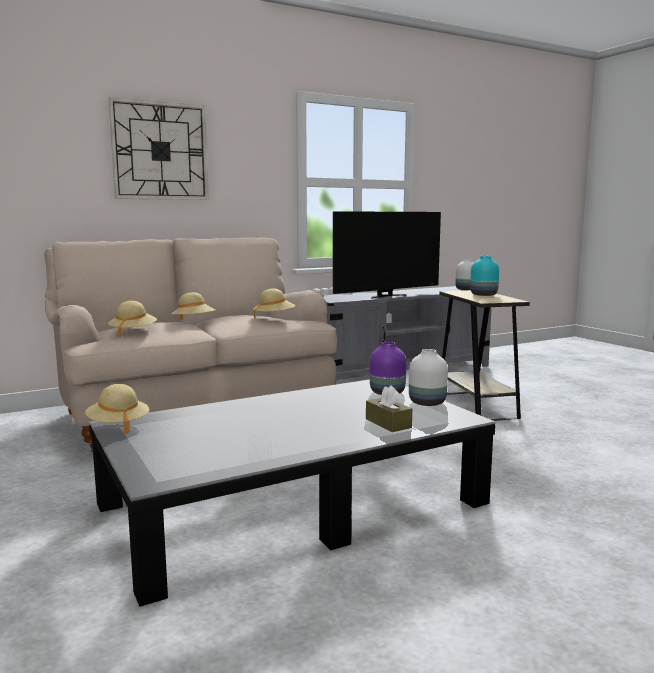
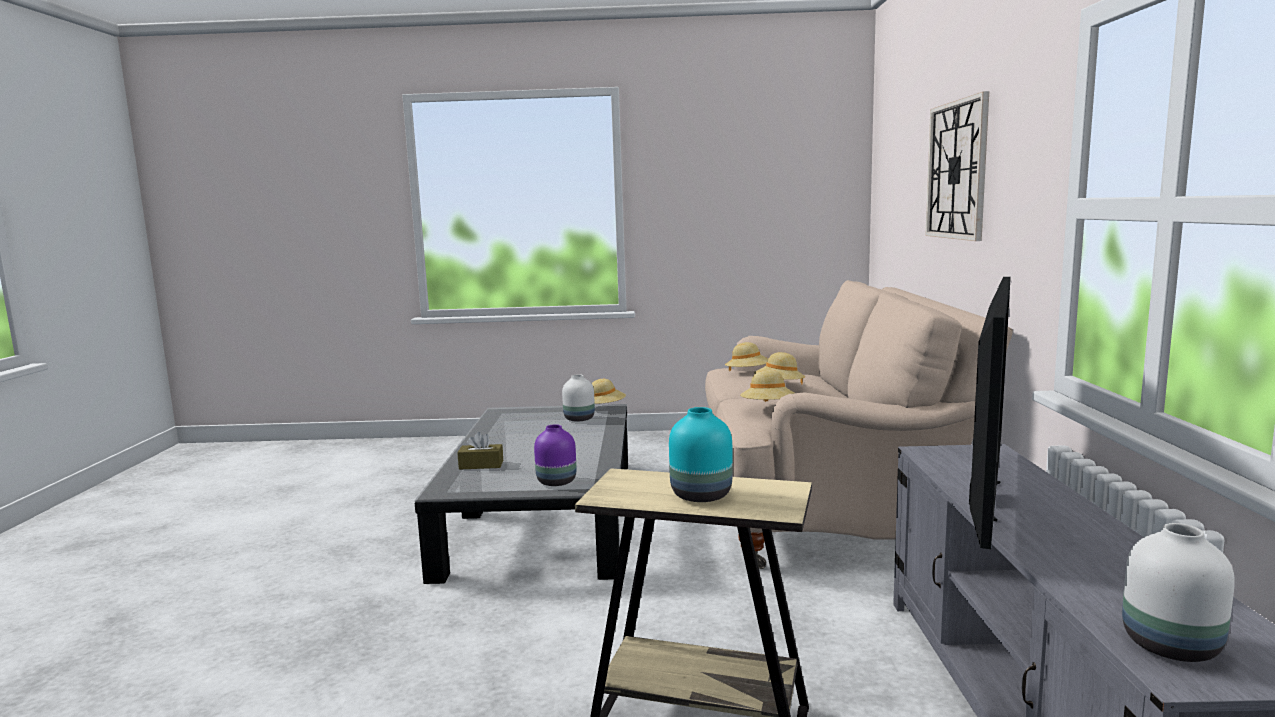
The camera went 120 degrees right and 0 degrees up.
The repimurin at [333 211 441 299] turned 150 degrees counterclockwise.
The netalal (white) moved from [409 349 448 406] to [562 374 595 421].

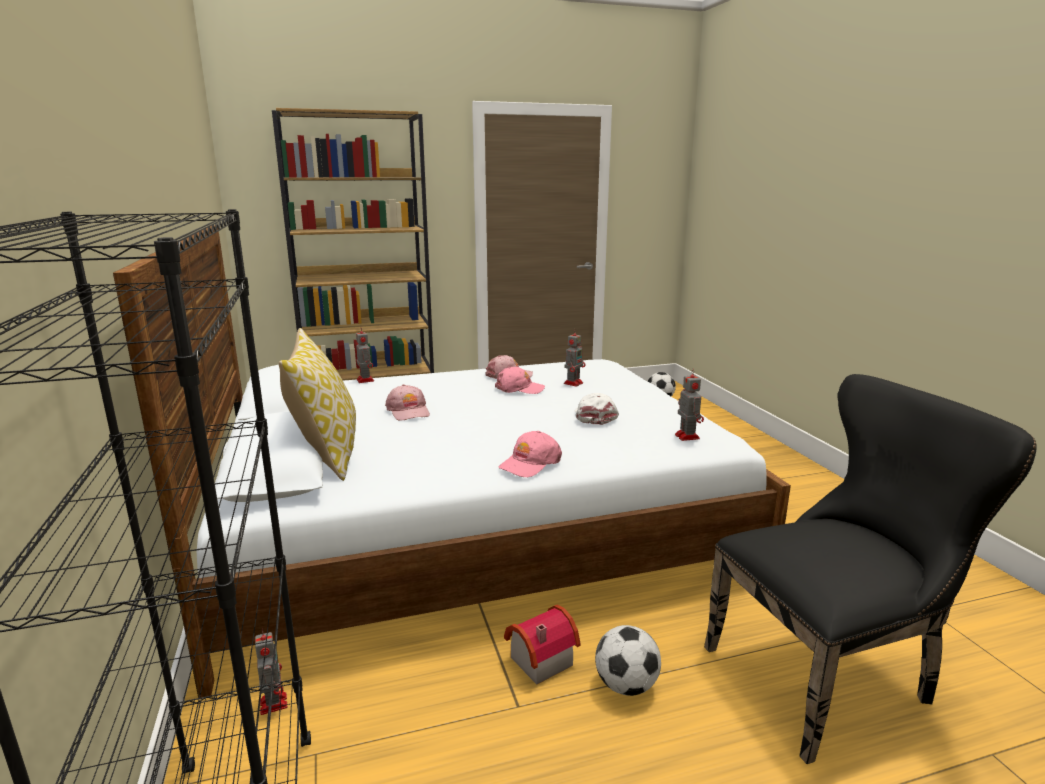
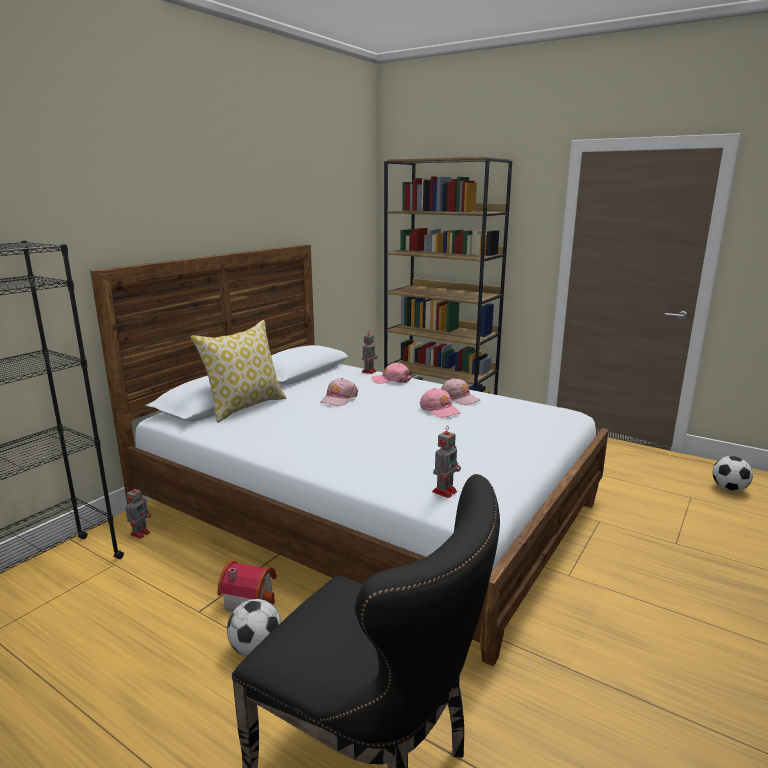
The camera went 50 degrees right and 0 degrees up.
The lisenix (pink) moved from [498 431 562 477] to [372 363 411 384].
The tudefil at [564 329 586 387] disappeared.
The lisenix (white) at [575 393 619 425] disappeared.

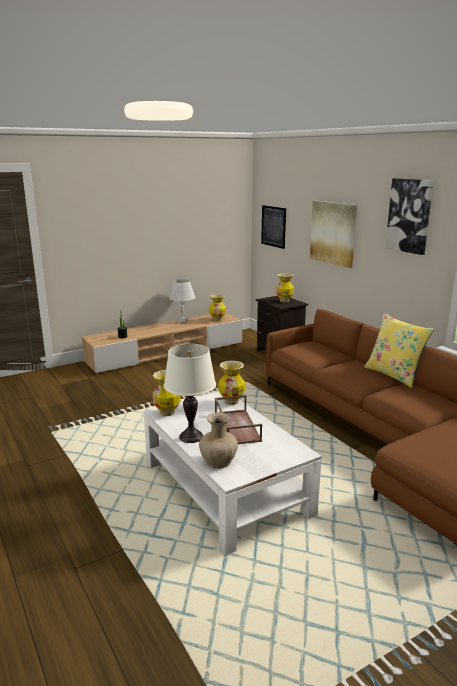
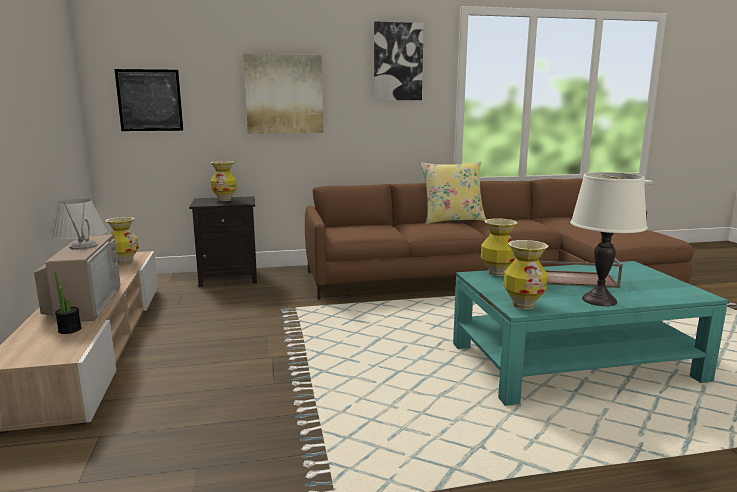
The camera went 70 degrees left and 5 degrees down.
The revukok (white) at [144 391 322 555] became the revukok (turquoise) at [453 261 728 406].
The netalal (beige) at [199 412 238 469] disappeared.
The repimurin at [34 191 121 322] appeared.

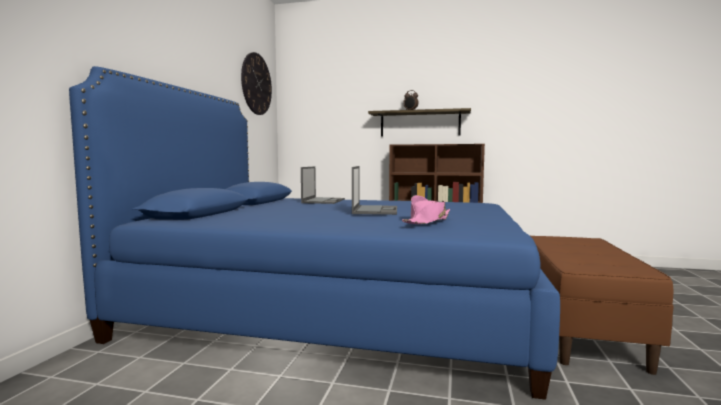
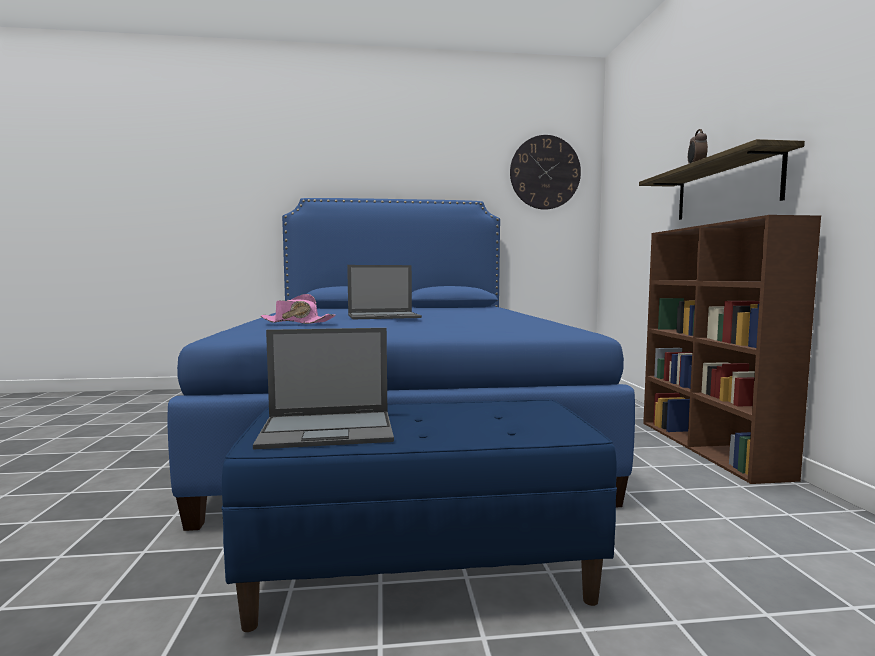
The camera went 70 degrees right and 0 degrees up.
The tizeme moved from [301 166 345 204] to [253 328 394 449].
The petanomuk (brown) at [529 235 674 375] became the petanomuk (blue) at [221 400 617 632].

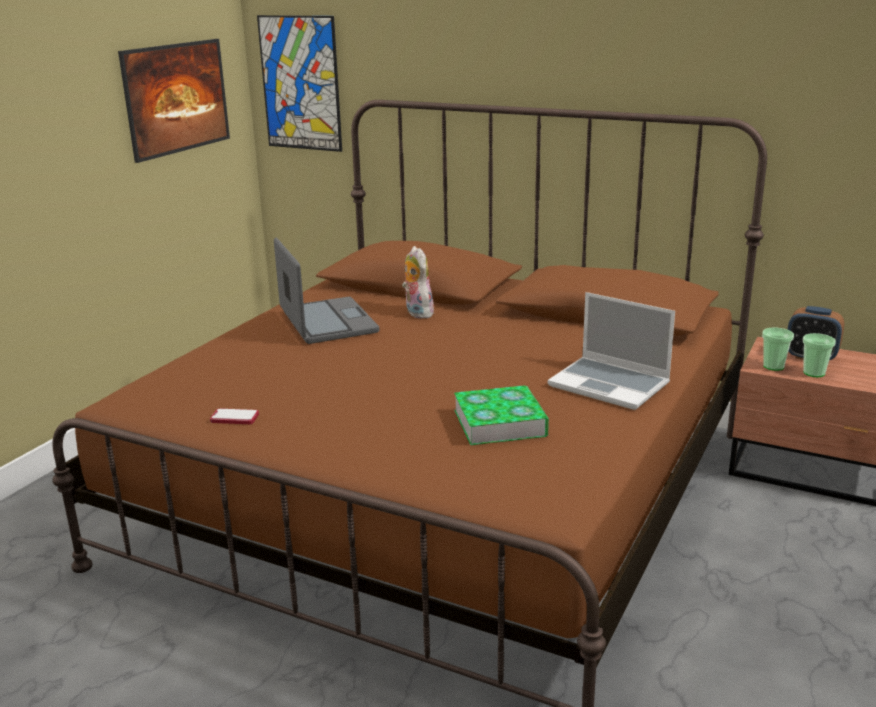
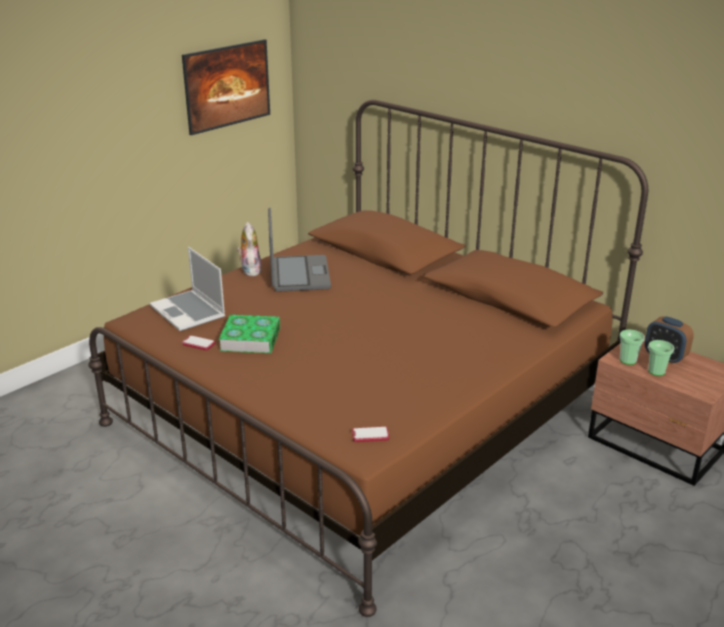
The camera went 15 degrees right and 5 degrees up.
The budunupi at [257 15 342 152] disappeared.
The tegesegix moved from [402 246 434 319] to [237 222 262 276].
The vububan moved from [454 385 549 445] to [219 315 280 353].
The tizeme moved from [548 292 675 410] to [150 247 225 331].
The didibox at [352 426 389 442] appeared.

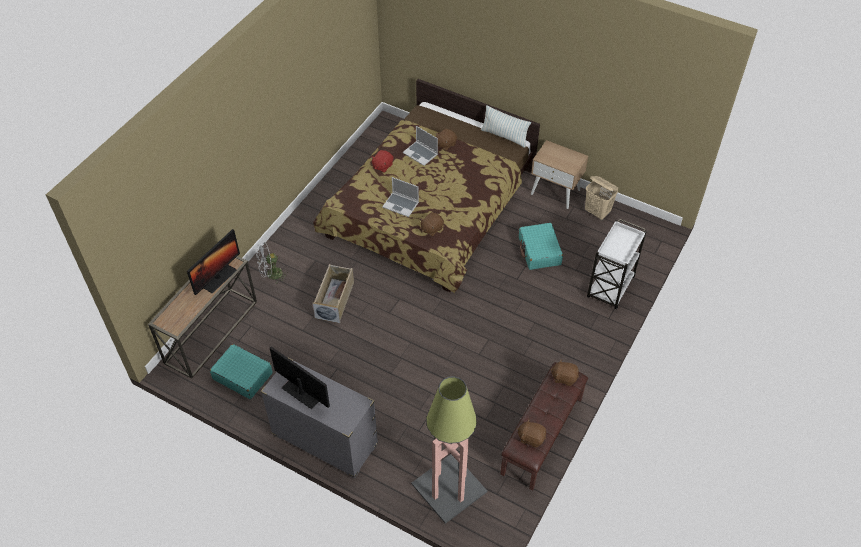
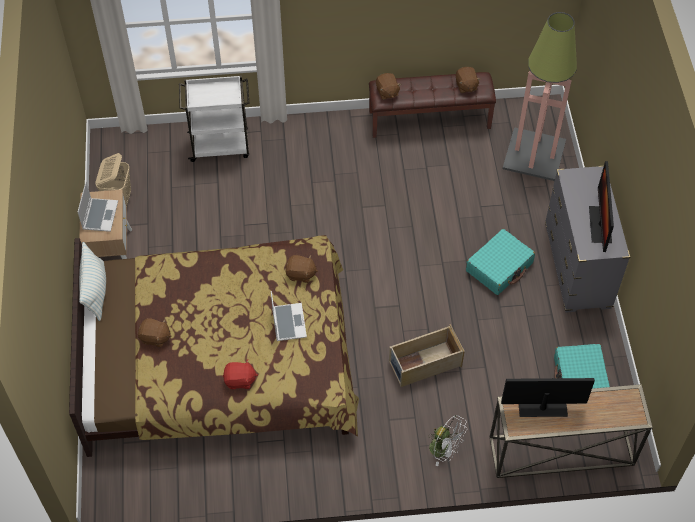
The camera went 125 degrees left and 5 degrees up.
The tizeme moved from [403 126 438 166] to [78 182 118 232].
The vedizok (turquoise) moved from [519 223 563 270] to [466 229 535 295].

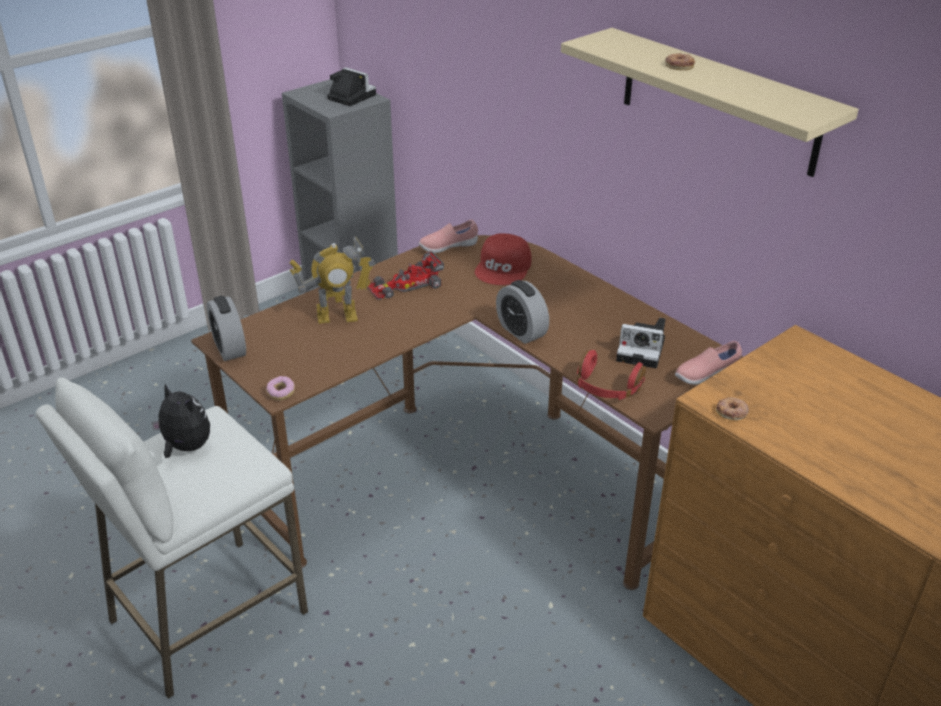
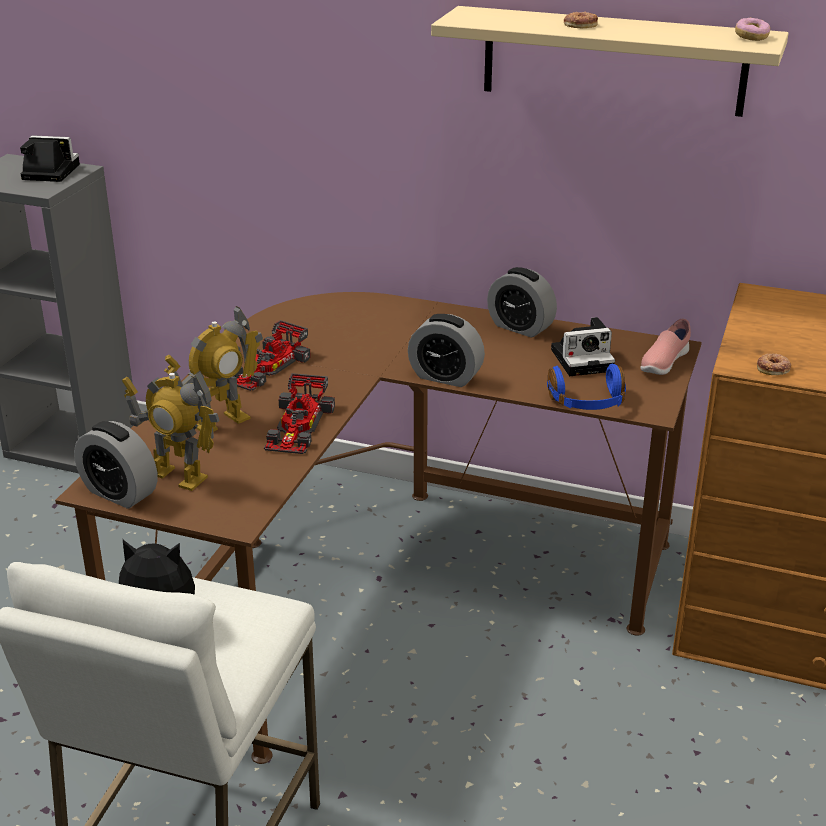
The camera went 30 degrees left and 5 degrees down.
The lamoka moved from [266 376 295 400] to [735 18 770 41].
The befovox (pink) at [418 219 478 253] disappeared.
The lisenix (red) at [475 233 532 285] disappeared.
The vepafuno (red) at [576 350 646 400] became the vepafuno (blue) at [547 364 626 410].
The tudefil at [122 372 220 491] appeared.
The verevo at [264 373 335 454] appeared.
The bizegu at [487 267 557 338] appeared.

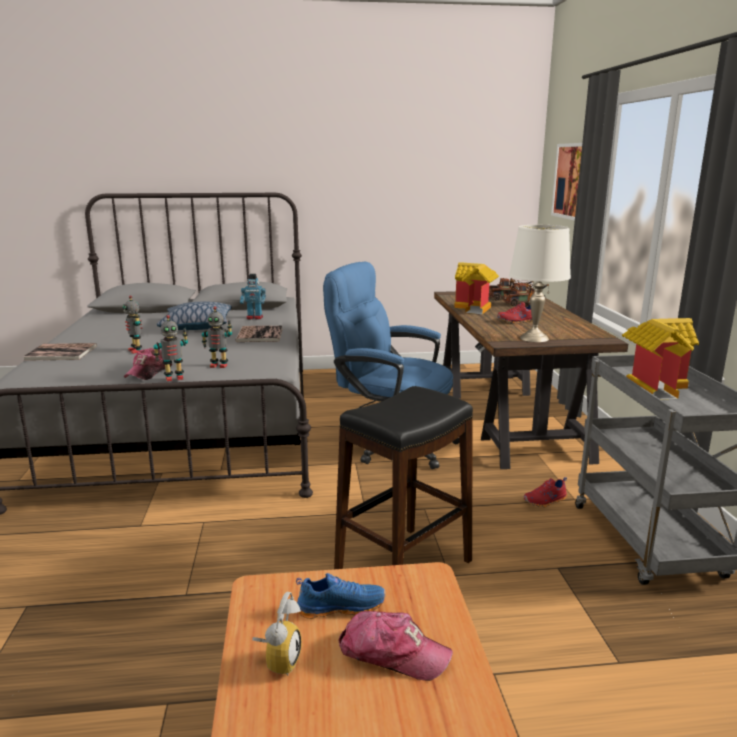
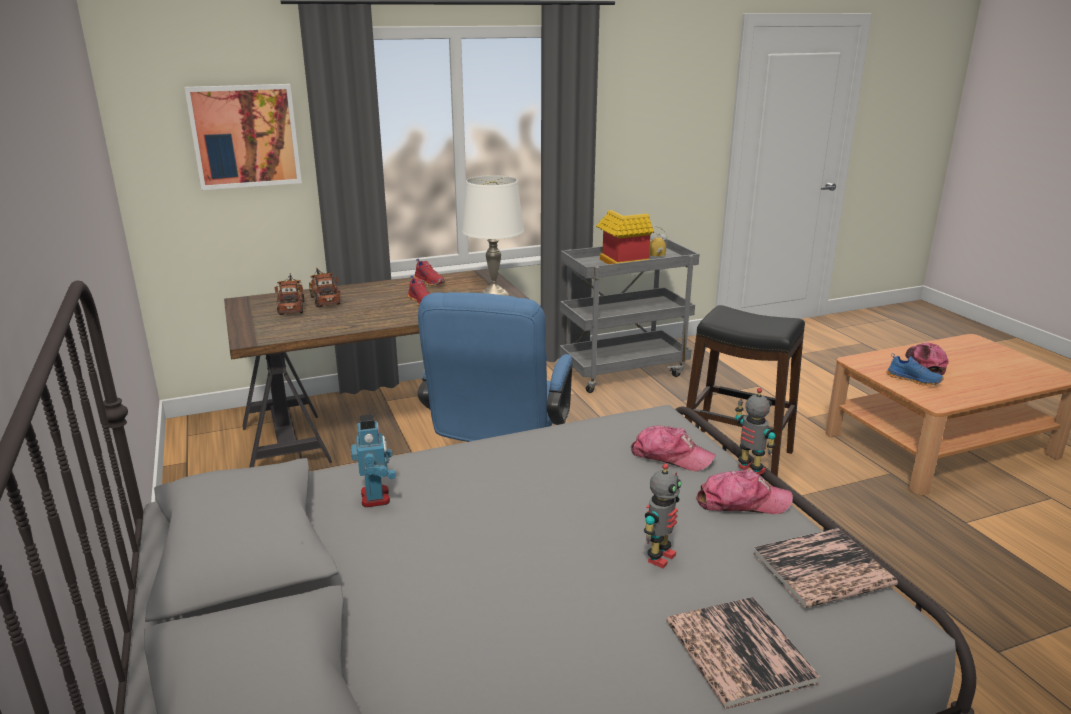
The camera went 105 degrees left and 5 degrees up.
The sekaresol at [157 302 232 330] disappeared.
The tudefil at [202 306 232 368] was replaced by the lisenix at [631 426 716 471].
The vububan moved from [235 325 282 342] to [753 528 898 608].
The bizegu moved from [252 592 302 676] to [649 226 667 258].
The befovox (blue) at [296 573 385 619] turned 150 degrees clockwise.
The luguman at [454 262 499 314] disappeared.
The befovox (red) moved from [523 477 567 507] to [414 259 445 286].

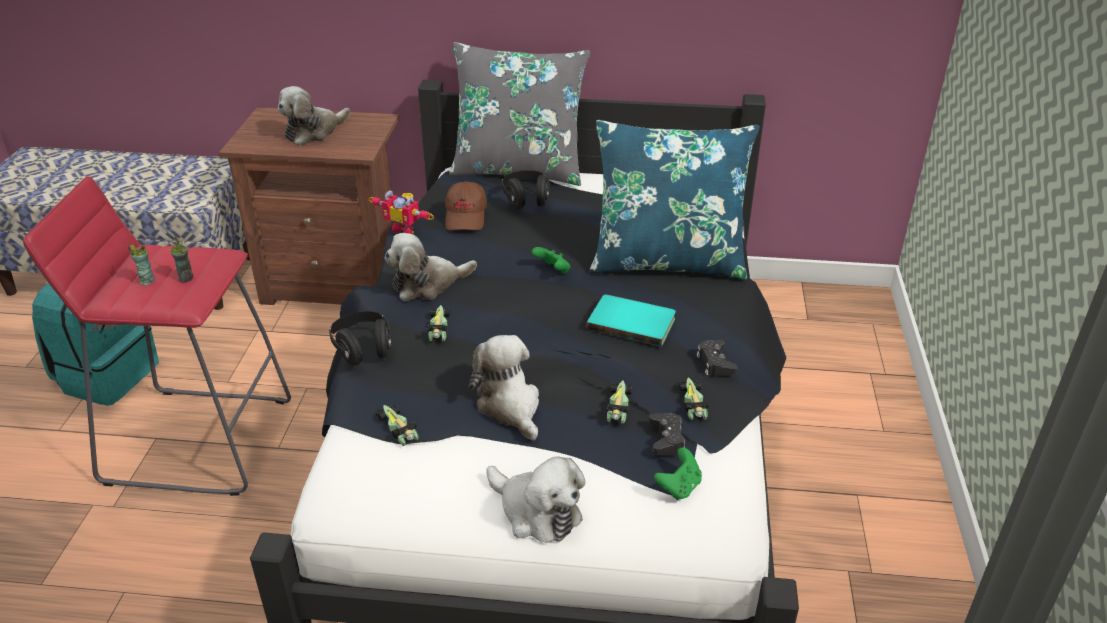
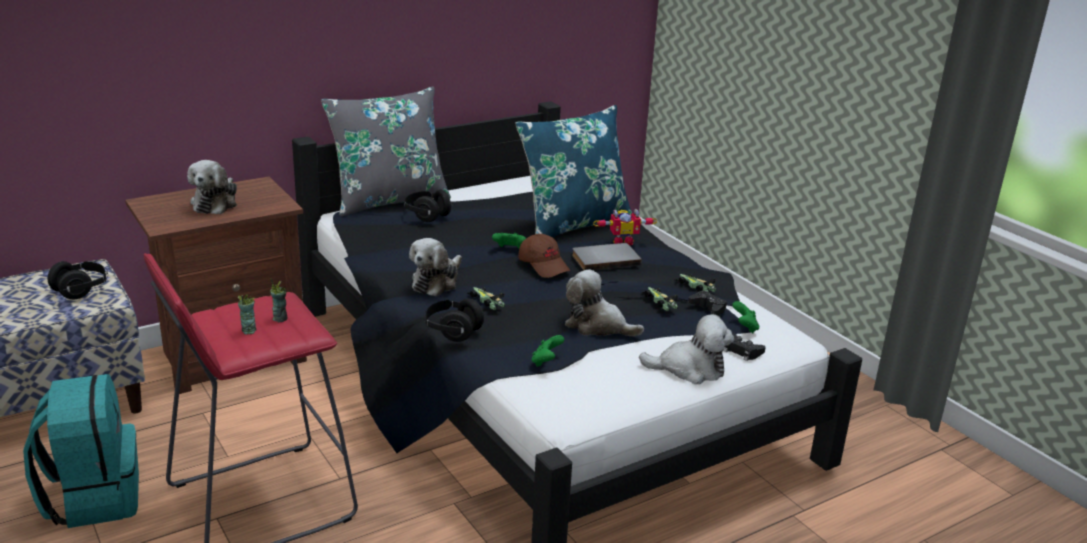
The camera went 40 degrees left and 10 degrees down.
The tudefil moved from [368 191 434 234] to [593 209 657 245].
The verevo at [375 405 419 446] was replaced by the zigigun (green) at [532 335 564 367].
The lisenix (brown) moved from [445 181 487 230] to [518 234 570 278].
The vububan (turquoise) at [586 295 676 347] became the vububan (grey) at [572 243 642 270].
The zigigun (black) moved from [697 340 738 376] to [723 333 766 361].
The vepafuno (black) at [48 261 108 299] appeared.

